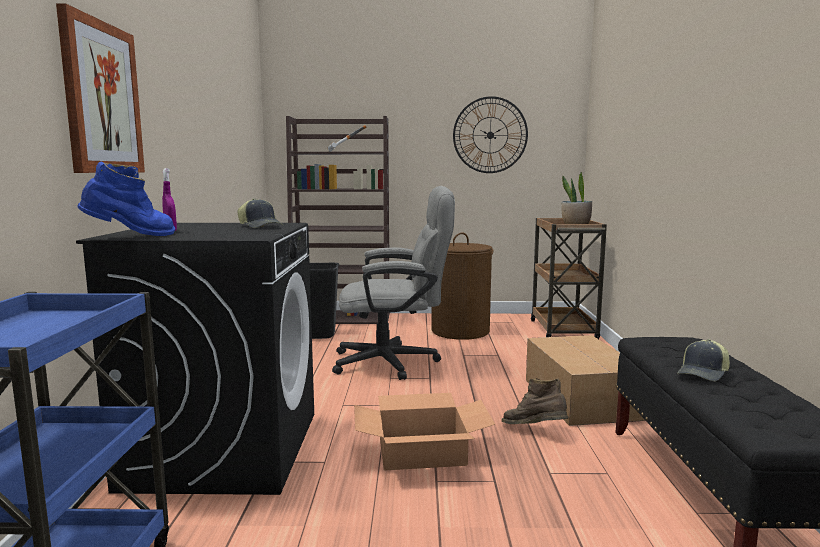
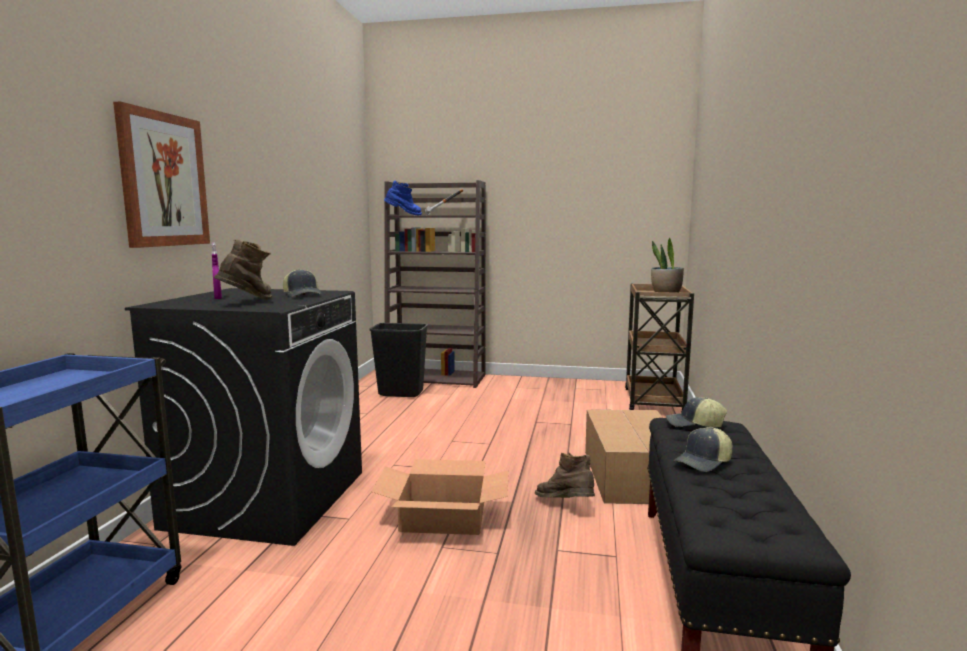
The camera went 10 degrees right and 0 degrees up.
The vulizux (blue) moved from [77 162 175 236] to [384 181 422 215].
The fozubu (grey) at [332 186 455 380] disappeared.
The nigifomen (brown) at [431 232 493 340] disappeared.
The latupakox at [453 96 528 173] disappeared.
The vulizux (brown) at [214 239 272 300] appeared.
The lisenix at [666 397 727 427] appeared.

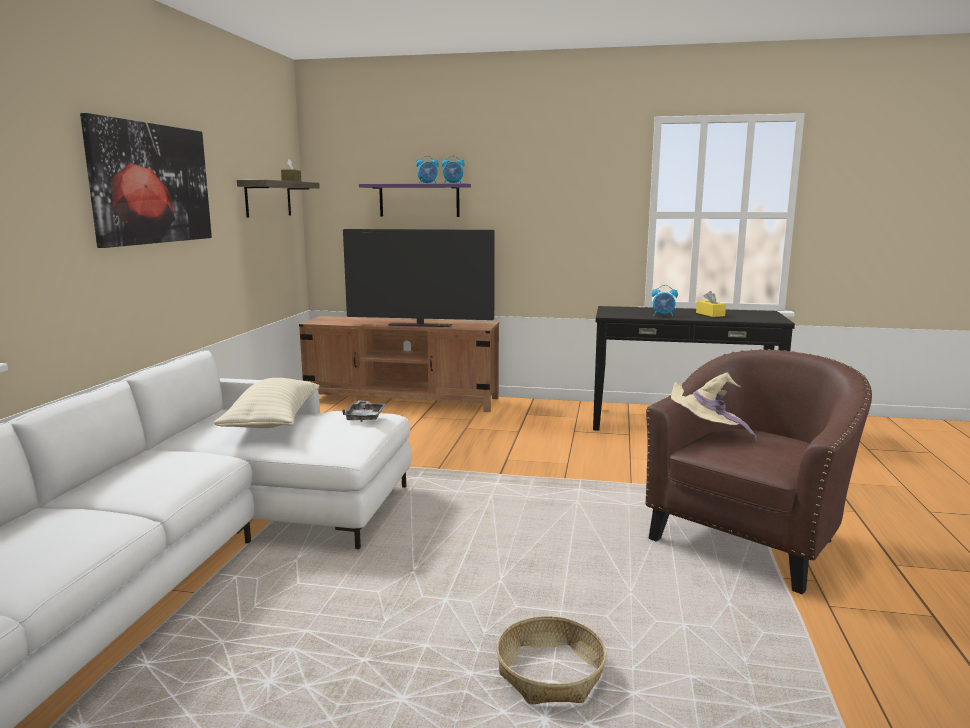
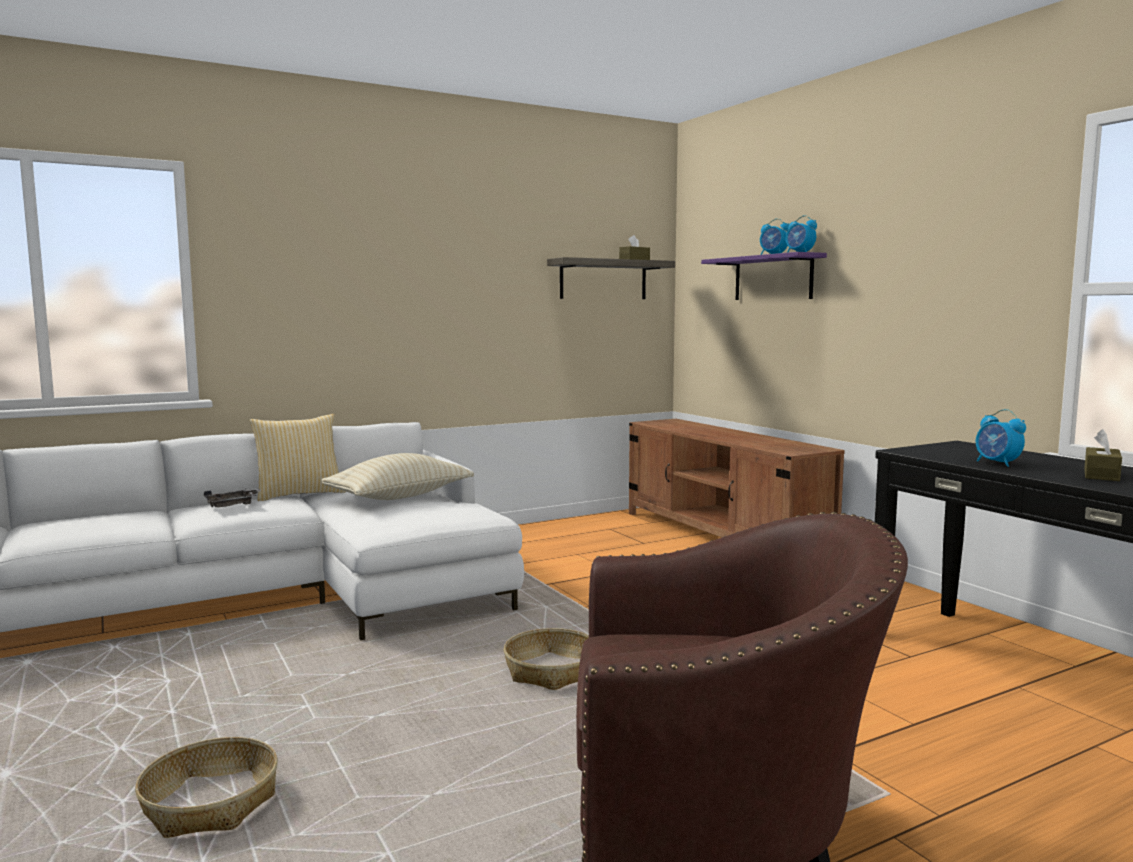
The camera went 50 degrees right and 5 degrees down.
The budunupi at [80 113 212 248] disappeared.
The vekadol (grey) moved from [342 400 387 422] to [204 489 261 508].
The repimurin at [343 229 495 327] disappeared.
The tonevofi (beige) at [671 373 757 441] disappeared.
The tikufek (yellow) at [696 291 726 317] became the tikufek (brown) at [1084 429 1122 481].
The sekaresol at [250 414 346 501] appeared.
The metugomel at [504 628 589 690] appeared.

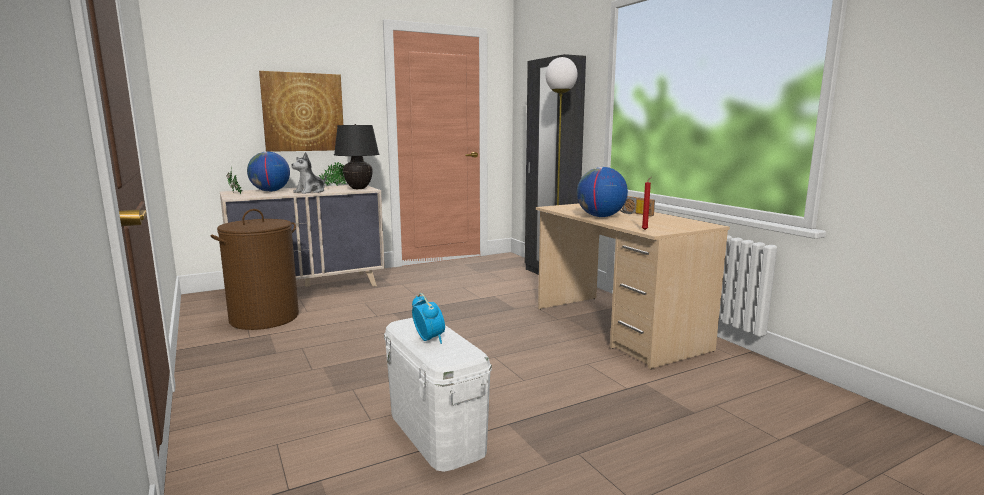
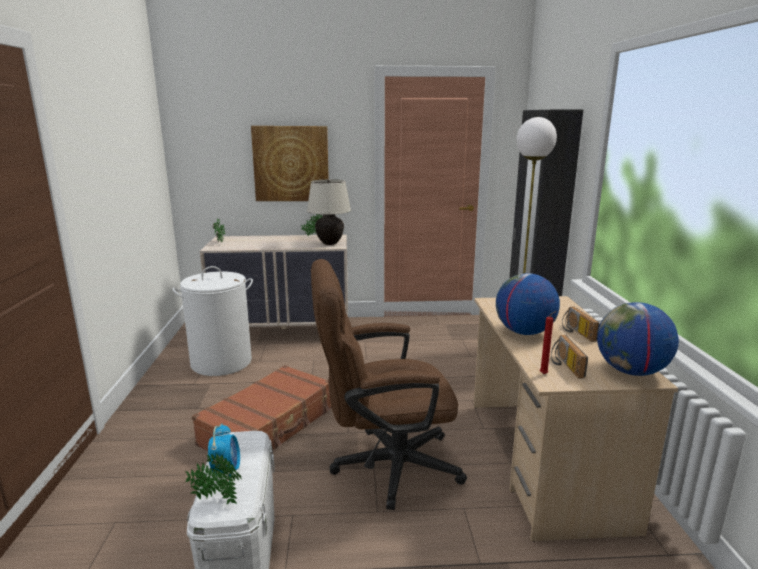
The camera went 25 degrees right and 5 degrees up.
The nigifomen (brown) at [210 209 299 330] became the nigifomen (white) at [172 266 253 376].
The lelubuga moved from [247 152 290 192] to [597 302 679 376].
The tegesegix at [291 152 327 194] disappeared.
The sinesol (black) at [334 124 379 189] became the sinesol (beige) at [307 179 351 245].
The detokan at [185 453 242 505] appeared.
The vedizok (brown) at [192 365 332 451] appeared.
The fozubu (brown) at [311 259 467 510] appeared.
The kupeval at [551 335 588 379] appeared.

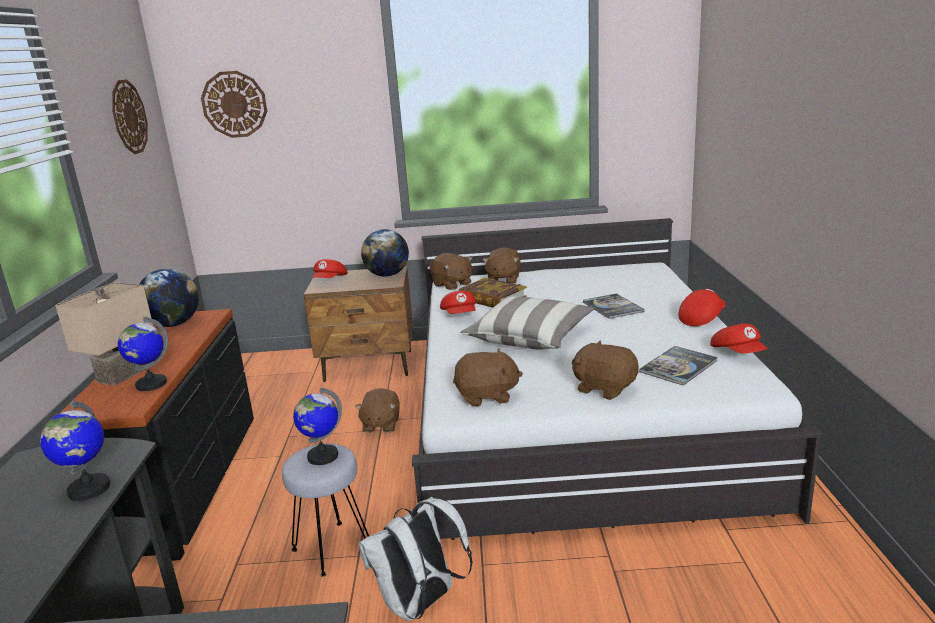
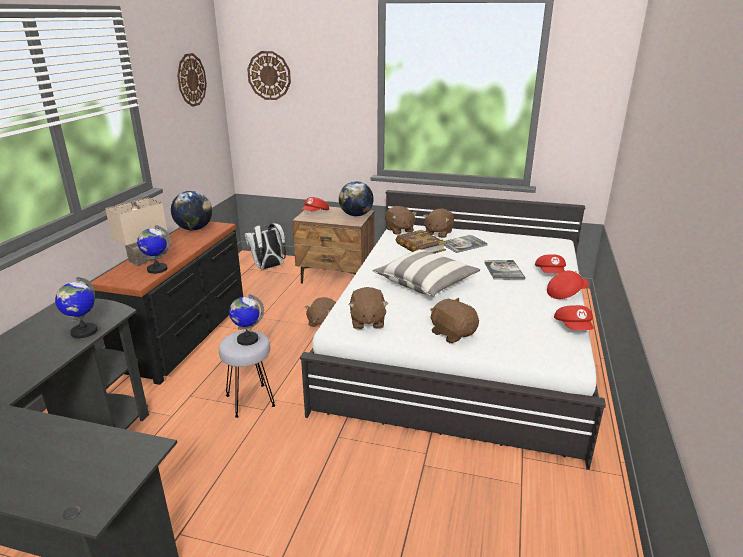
The camera went 15 degrees right and 5 degrees up.
The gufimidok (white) moved from [358 497 473 621] to [245 223 286 270].
The lisenix (red) moved from [440 291 476 314] to [535 254 566 273].
The tegesegix (brown) at [453 348 523 407] turned 75 degrees clockwise.
The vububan moved from [639 346 718 386] to [444 235 488 253].

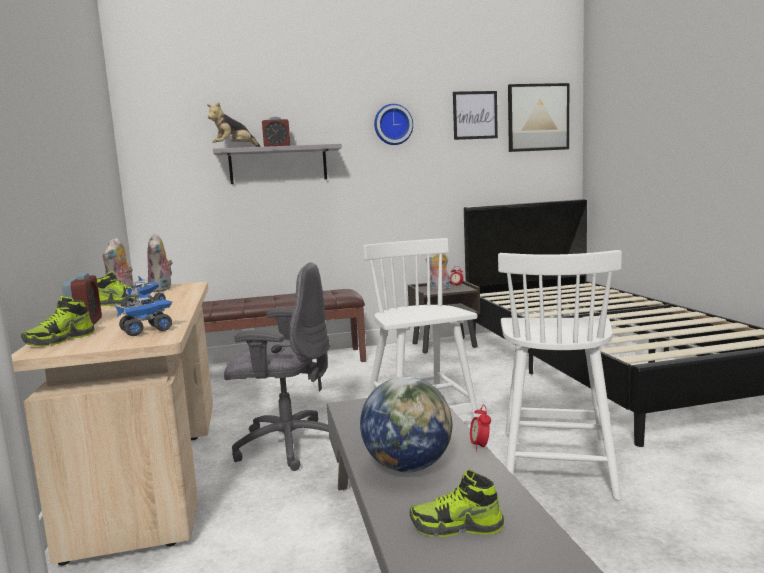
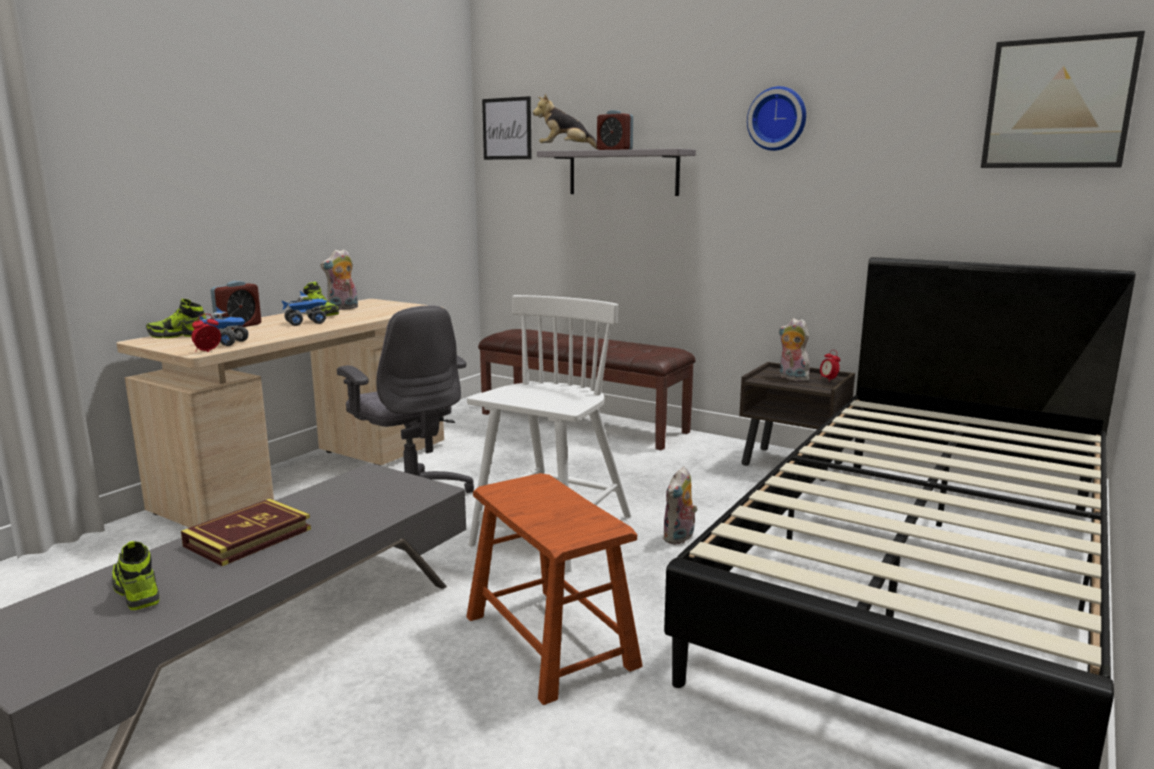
The camera went 45 degrees right and 5 degrees up.
The tegesegix moved from [147 233 173 292] to [662 466 698 545].
The lelubuga at [360 377 452 472] was replaced by the vububan at [181 499 311 566].
The budunupi moved from [453 91 498 140] to [482 96 532 160].
The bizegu moved from [470 404 491 451] to [192 314 221 352].
The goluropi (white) at [498 250 622 501] was replaced by the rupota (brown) at [466 473 642 705].

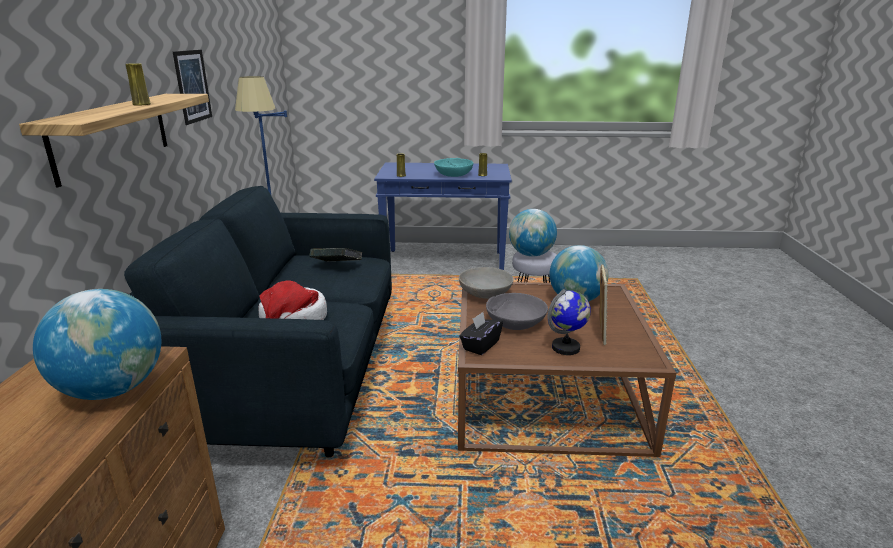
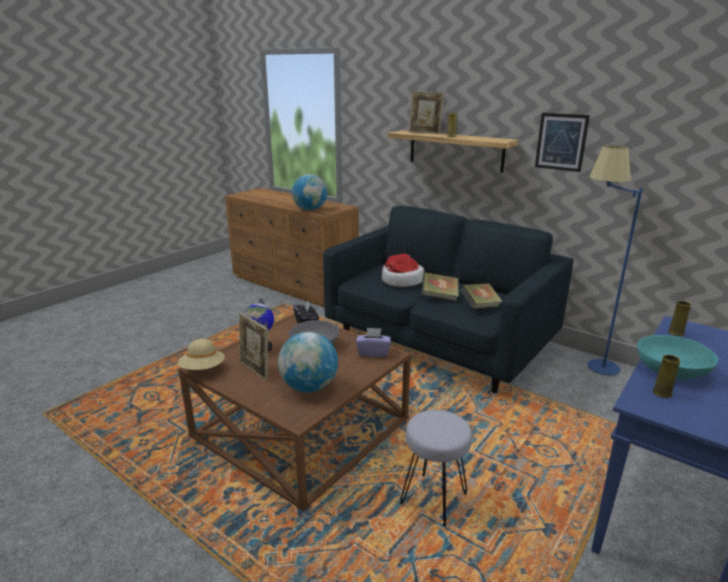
The camera went 125 degrees right and 0 degrees up.
The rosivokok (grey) at [459 267 513 299] was replaced by the tikufek (purple) at [356 328 391 357].
The lelubuga at [509 209 557 257] disappeared.
The tonevofi (beige) at [178 339 225 370] appeared.
The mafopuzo at [409 91 444 134] appeared.
The vububan at [422 272 459 301] appeared.

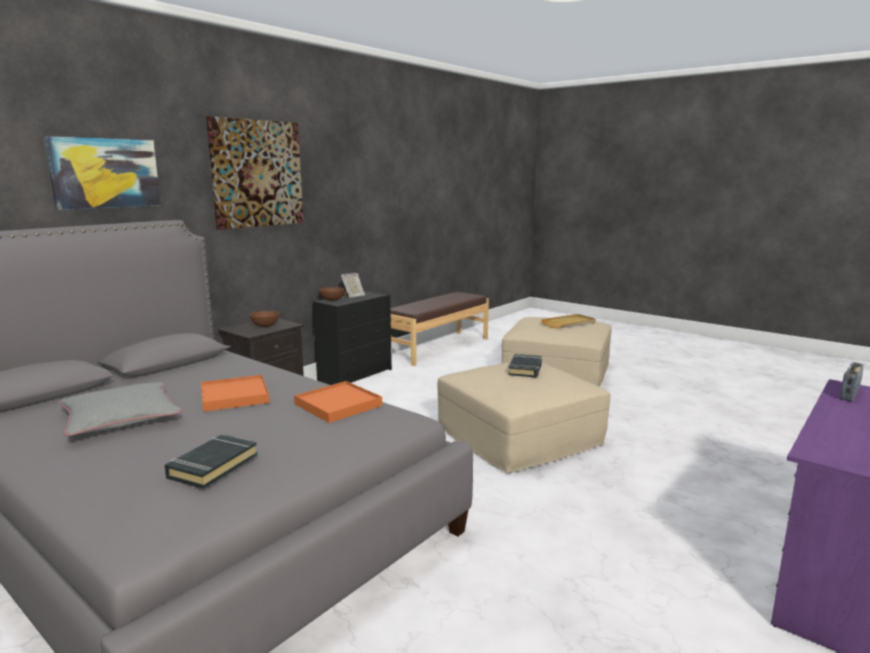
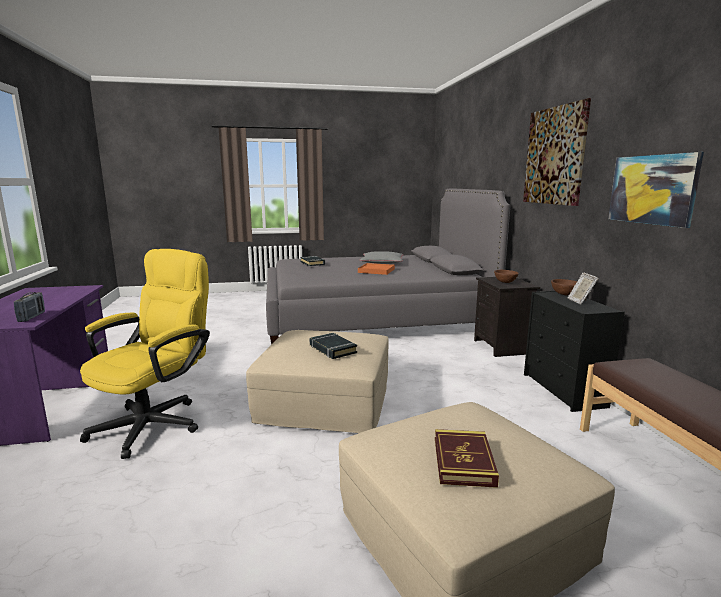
The camera went 130 degrees right and 0 degrees up.
The budunupi moved from [44 136 161 210] to [608 152 704 228].
The vekadol (orange) at [294 381 382 423] disappeared.
The vekadol (beige) at [541 314 596 329] was replaced by the vububan at [435 429 499 488].
The fozubu (yellow) at [80 249 210 459] appeared.

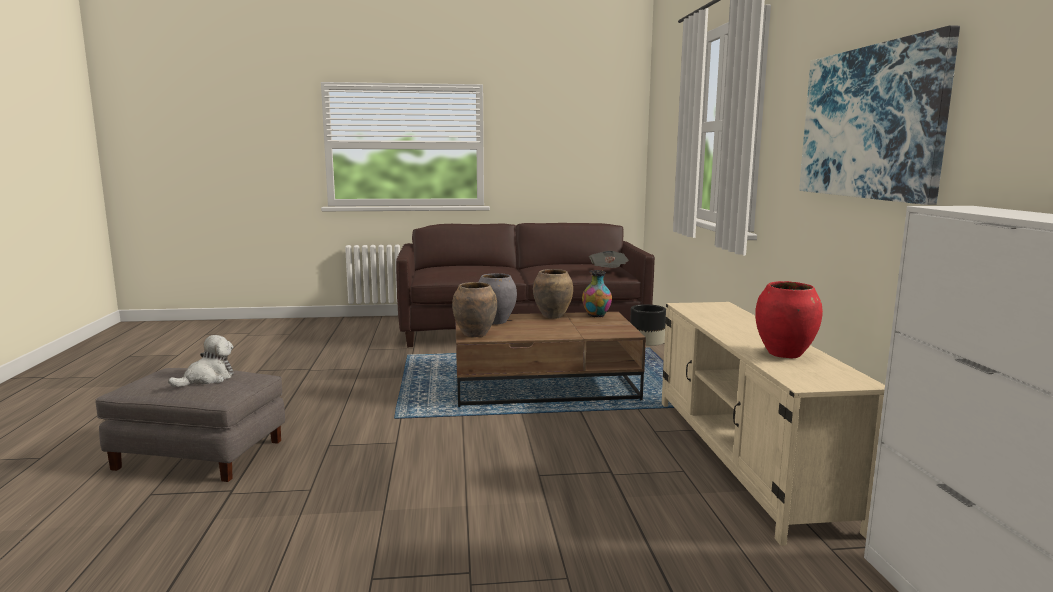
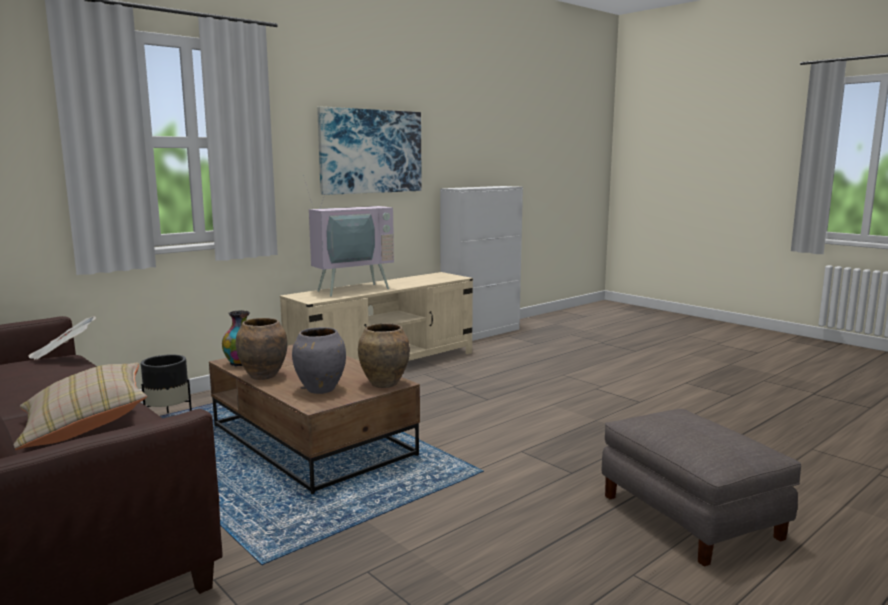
The camera went 125 degrees left and 0 degrees up.
The tegesegix at [168 335 234 387] disappeared.
The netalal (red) at [755 281 823 358] disappeared.
The sekaresol (beige) at [13 362 147 450] appeared.
The repimurin at [303 175 394 297] appeared.

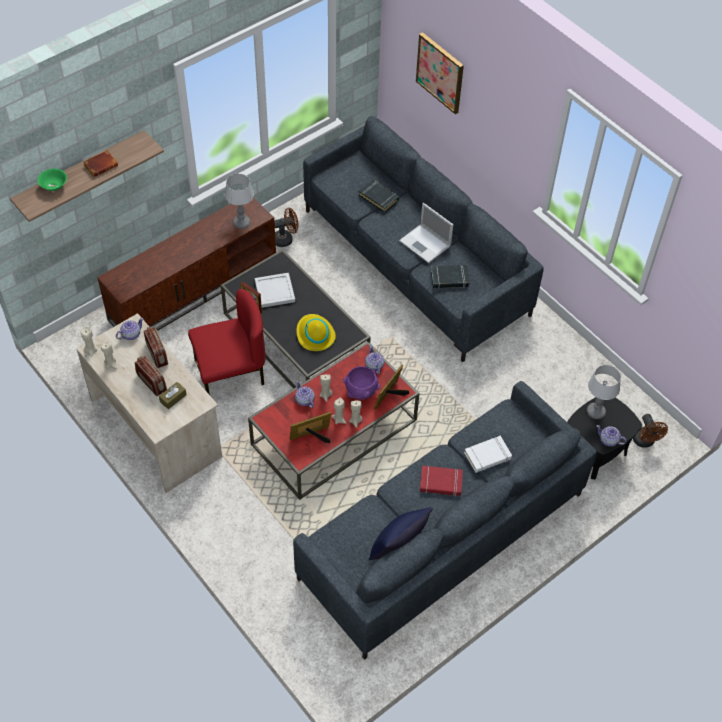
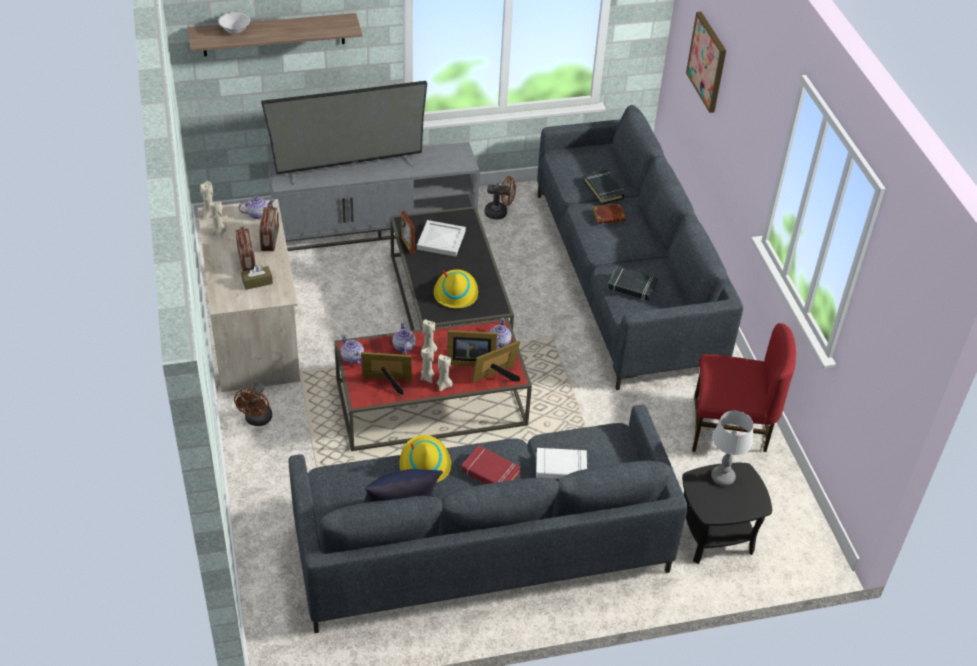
The camera went 25 degrees right and 10 degrees down.
The rosivokok (green) at [38 169 67 191] became the rosivokok (white) at [218 12 250 34].
The vububan (brown) moved from [83 150 118 177] to [593 204 626 224].
The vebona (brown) at [97 197 276 331] became the vebona (grey) at [268 142 480 251].
The goluropi (red) moved from [188 289 266 395] to [692 323 796 452].
The sinesol at [225 174 254 229] disappeared.
The rosivokok (purple) at [343 366 380 399] was replaced by the mafopuzo at [447 330 497 366].
The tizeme at [399 203 453 263] disappeared.
The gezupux moved from [596 425 627 447] to [340 335 364 365].
The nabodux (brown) moved from [633 414 668 448] to [234 382 272 426].
The repimurin at [261 81 427 185] appeared.
The tonevofi (yellow) at [400 435 451 482] appeared.

